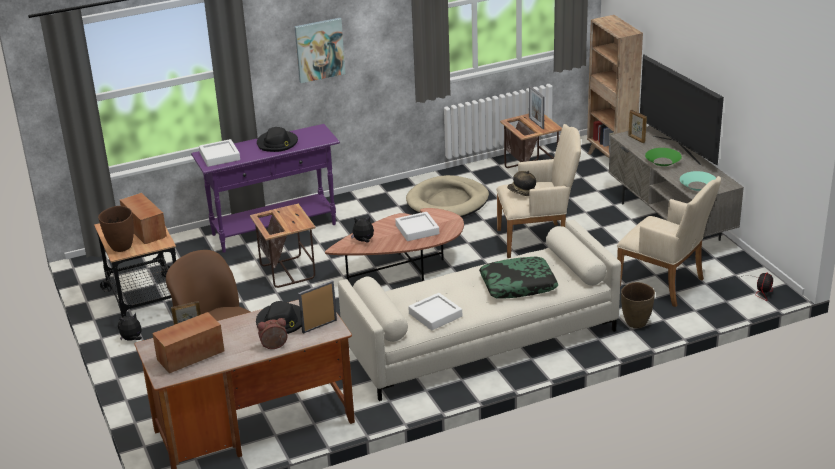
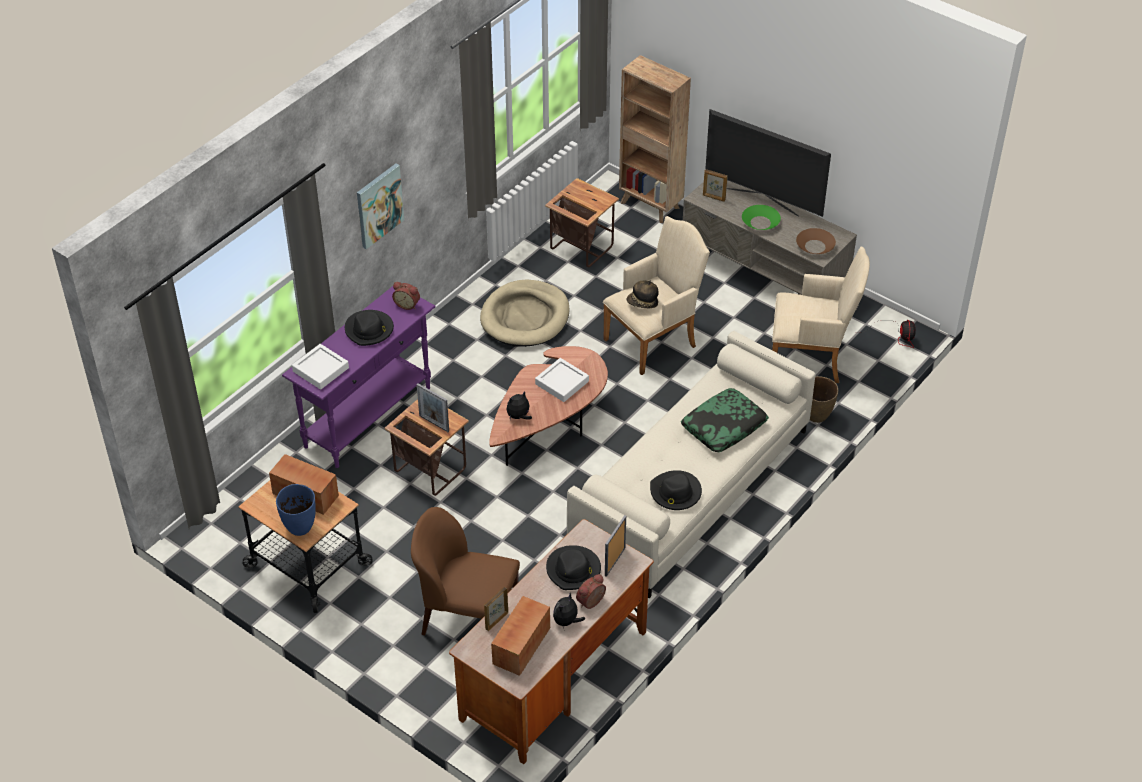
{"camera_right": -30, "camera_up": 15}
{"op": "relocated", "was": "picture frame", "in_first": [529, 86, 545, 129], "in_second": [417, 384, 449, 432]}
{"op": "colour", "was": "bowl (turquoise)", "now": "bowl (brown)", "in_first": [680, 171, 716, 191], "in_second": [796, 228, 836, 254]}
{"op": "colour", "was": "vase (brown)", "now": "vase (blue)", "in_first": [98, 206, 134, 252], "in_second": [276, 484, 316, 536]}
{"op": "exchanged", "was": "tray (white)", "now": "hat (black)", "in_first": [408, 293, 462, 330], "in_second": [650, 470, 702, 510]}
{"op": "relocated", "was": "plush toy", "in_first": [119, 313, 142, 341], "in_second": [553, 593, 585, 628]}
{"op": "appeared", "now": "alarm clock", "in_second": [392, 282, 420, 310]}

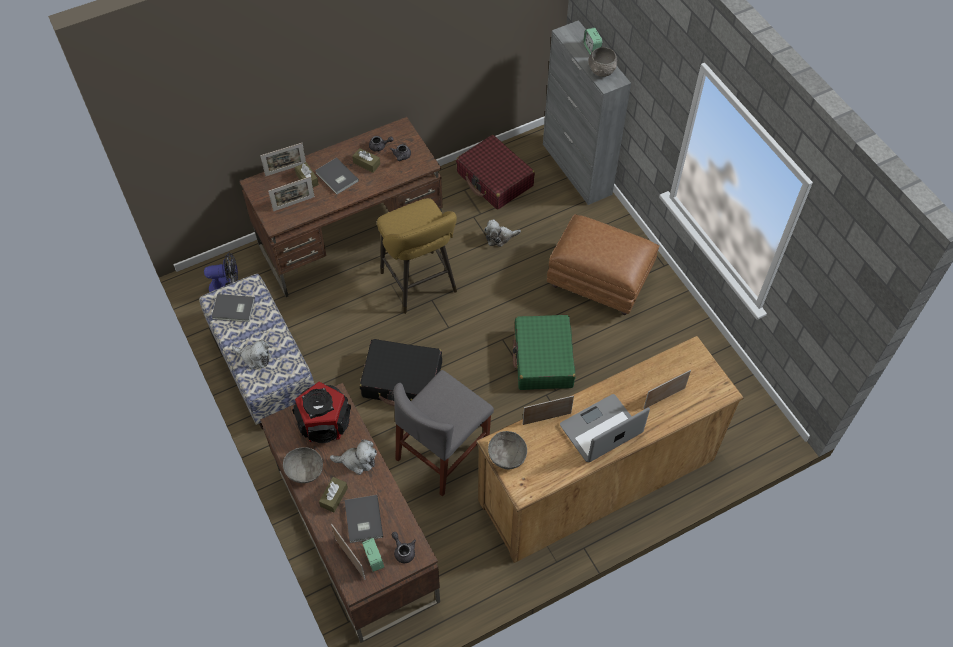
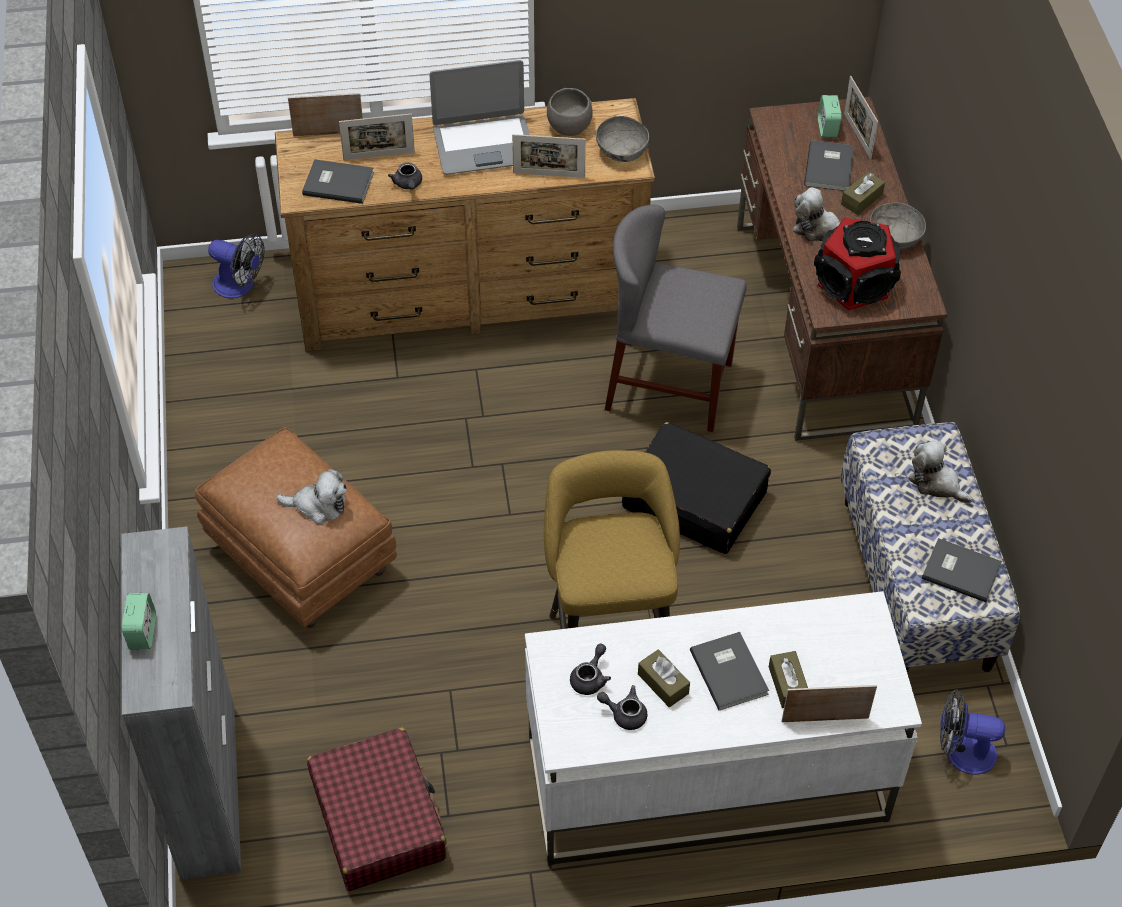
{"camera_right": -160, "camera_up": -5}
{"op": "relocated", "was": "bowl (grey)", "in_first": [588, 47, 617, 77], "in_second": [547, 88, 593, 136]}
{"op": "colour", "was": "desk (brown)", "now": "desk (white)", "in_first": [239, 117, 443, 297], "in_second": [525, 591, 922, 866]}
{"op": "relocated", "was": "picture frame", "in_first": [268, 176, 315, 211], "in_second": [288, 93, 363, 136]}
{"op": "relocated", "was": "plush toy", "in_first": [484, 220, 521, 247], "in_second": [276, 469, 347, 524]}
{"op": "missing", "was": "suitcase (green)", "in_first": [513, 315, 575, 390]}
{"op": "spun", "was": "chair (grey)", "in_first": [393, 370, 494, 496], "in_second": [605, 205, 746, 432], "clockwise": -135}
{"op": "relocated", "was": "teapot (grey)", "in_first": [392, 532, 416, 563], "in_second": [388, 163, 422, 190]}
{"op": "appeared", "now": "book (grey)", "in_second": [302, 159, 374, 204]}
{"op": "appeared", "now": "fan", "in_second": [208, 233, 265, 298]}

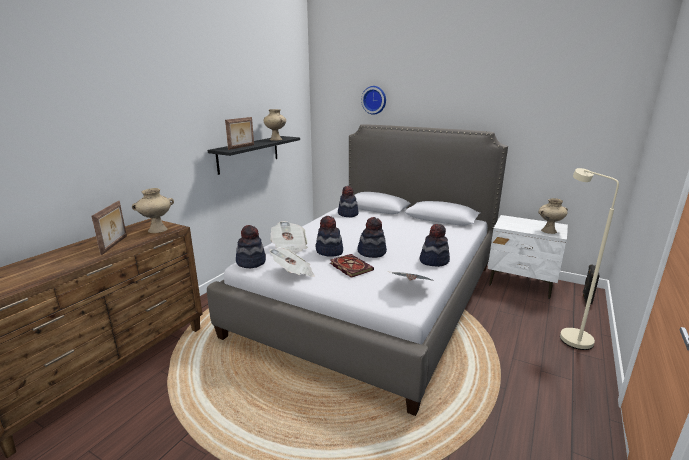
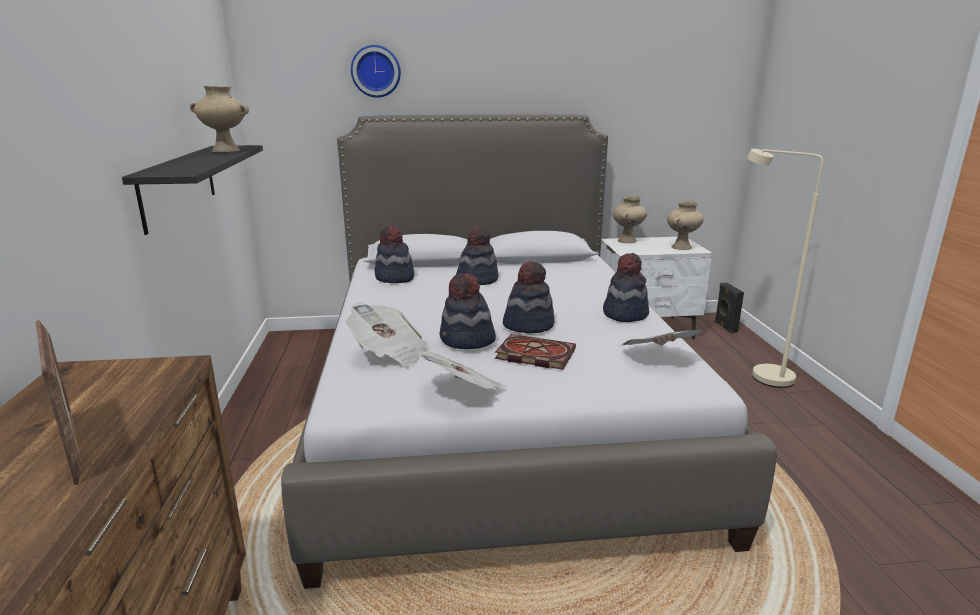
{"camera_right": -35, "camera_up": 0}
{"op": "missing", "was": "picture frame", "in_first": [225, 117, 254, 150]}
{"op": "relocated", "was": "vase (beige)", "in_first": [132, 188, 174, 233], "in_second": [613, 196, 647, 243]}
{"op": "relocated", "was": "hat", "in_first": [236, 225, 266, 268], "in_second": [456, 227, 499, 285]}

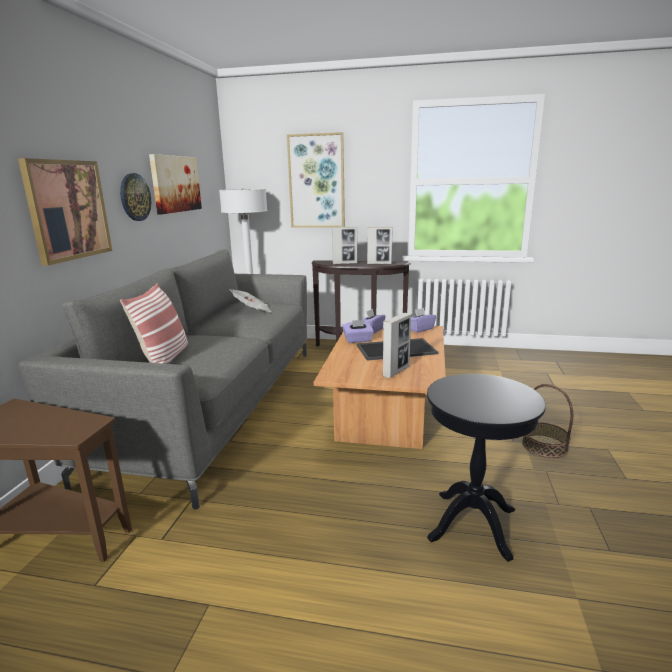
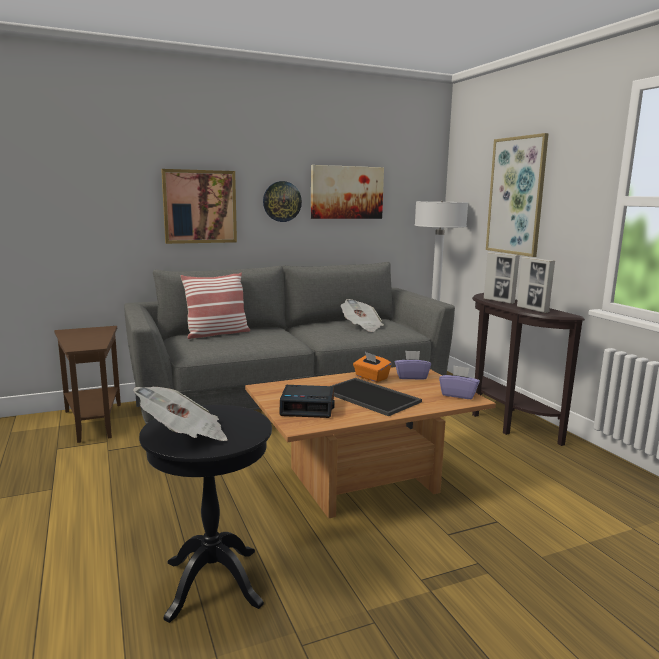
{"camera_right": 55, "camera_up": -5}
{"op": "exchanged", "was": "picture frame", "now": "alarm clock", "in_first": [382, 313, 411, 378], "in_second": [279, 385, 335, 418]}
{"op": "colour", "was": "tissue box (purple)", "now": "tissue box (orange)", "in_first": [342, 320, 374, 343], "in_second": [353, 352, 392, 382]}
{"op": "missing", "was": "basket", "in_first": [522, 384, 573, 458]}
{"op": "appeared", "now": "newspaper", "in_second": [133, 387, 228, 441]}

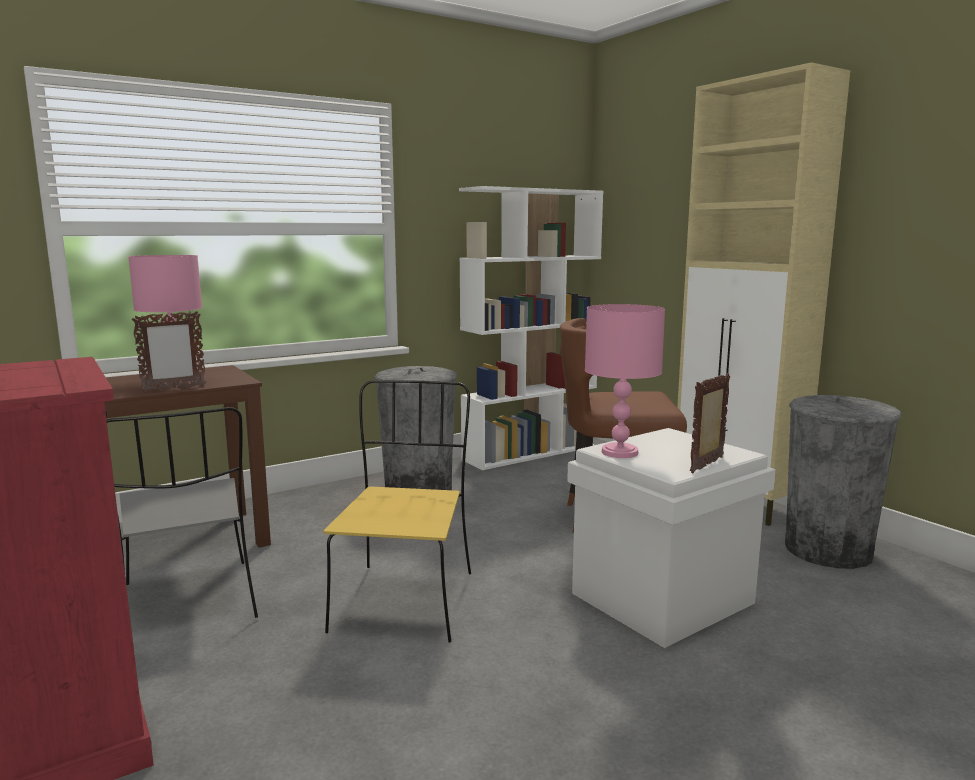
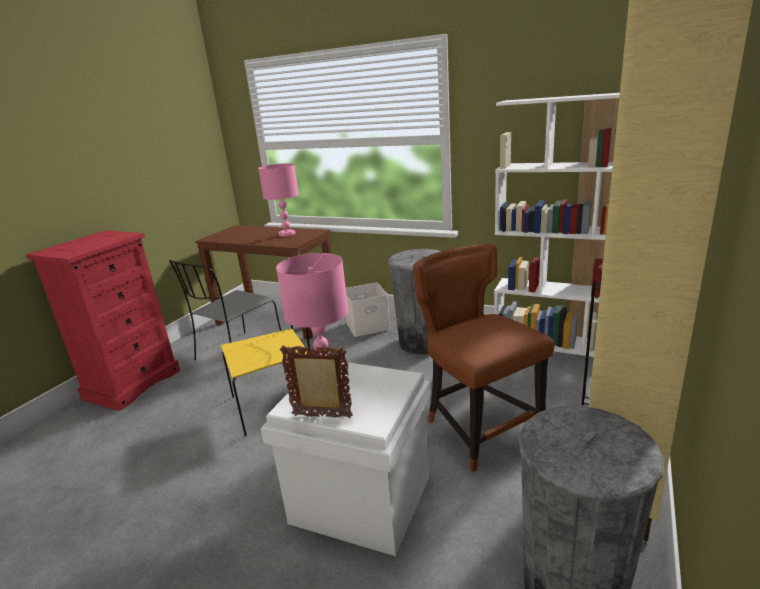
{"camera_right": 60, "camera_up": 10}
{"op": "missing", "was": "picture frame", "in_first": [132, 311, 206, 392]}
{"op": "appeared", "now": "storage box (white)", "in_second": [346, 282, 391, 337]}

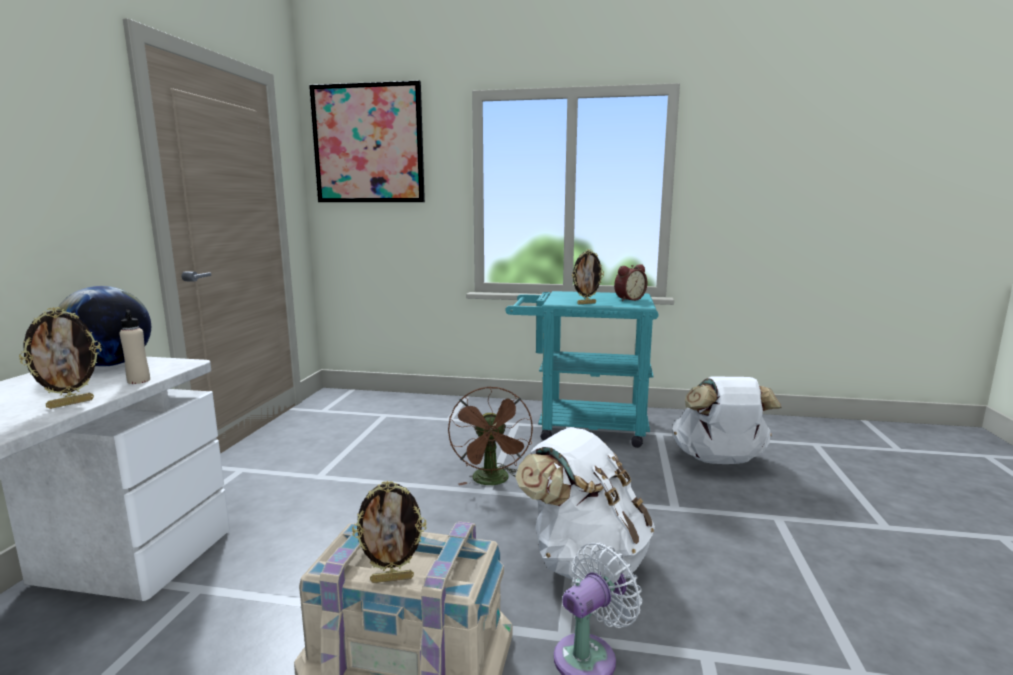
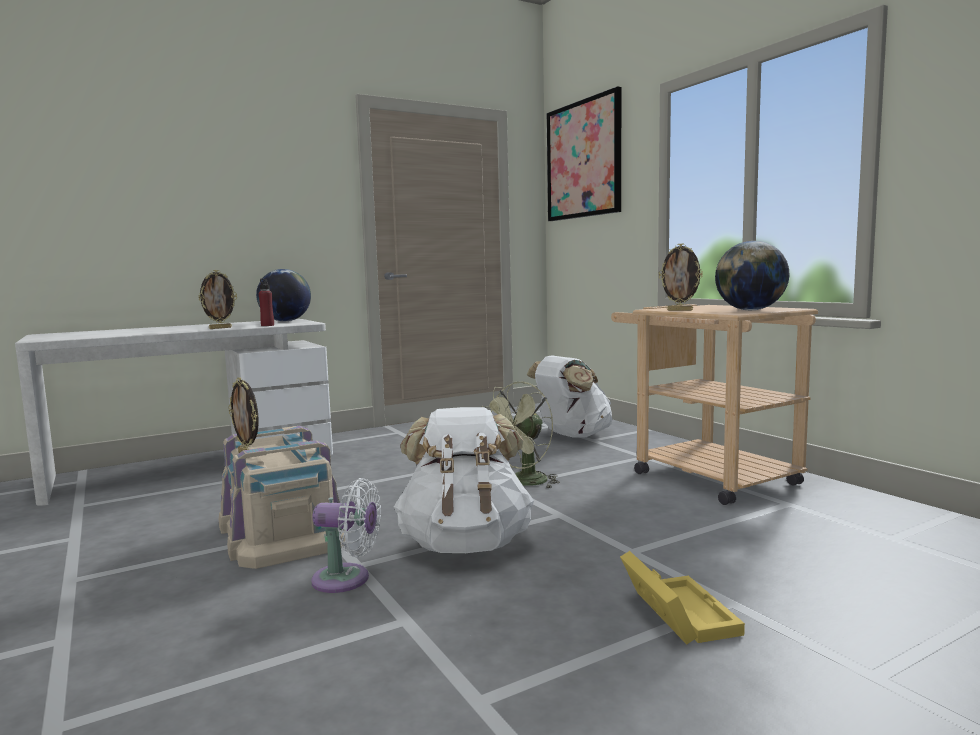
{"camera_right": 50, "camera_up": -5}
{"op": "exchanged", "was": "alarm clock", "now": "globe", "in_first": [614, 264, 647, 301], "in_second": [715, 241, 789, 310]}
{"op": "colour", "was": "cart (turquoise)", "now": "cart (beige)", "in_first": [505, 291, 658, 448], "in_second": [611, 304, 818, 505]}
{"op": "spun", "was": "picture frame", "in_first": [19, 307, 102, 409], "in_second": [198, 270, 237, 329], "clockwise": -45}
{"op": "colour", "was": "bottle (beige)", "now": "bottle (red)", "in_first": [119, 309, 150, 384], "in_second": [259, 278, 274, 326]}
{"op": "relocated", "was": "backpack (white)", "in_first": [672, 377, 782, 464], "in_second": [527, 355, 612, 437]}
{"op": "colour", "was": "fan (brown)", "now": "fan (green)", "in_first": [448, 386, 533, 485], "in_second": [482, 381, 560, 489]}
{"op": "appeared", "now": "storage box (yellow)", "in_second": [620, 551, 745, 645]}

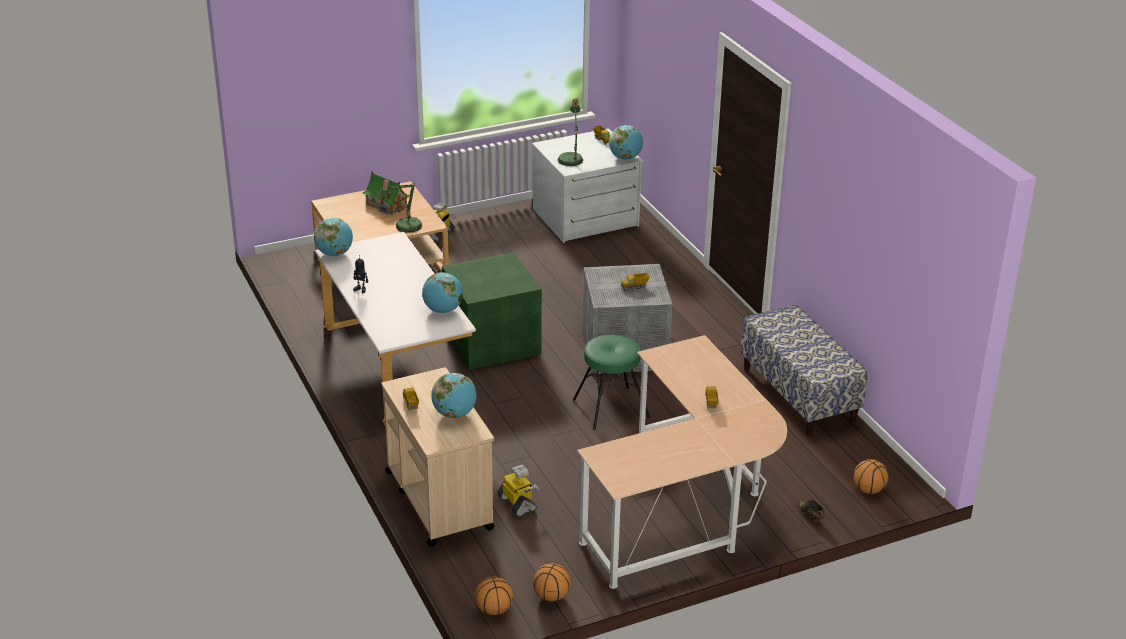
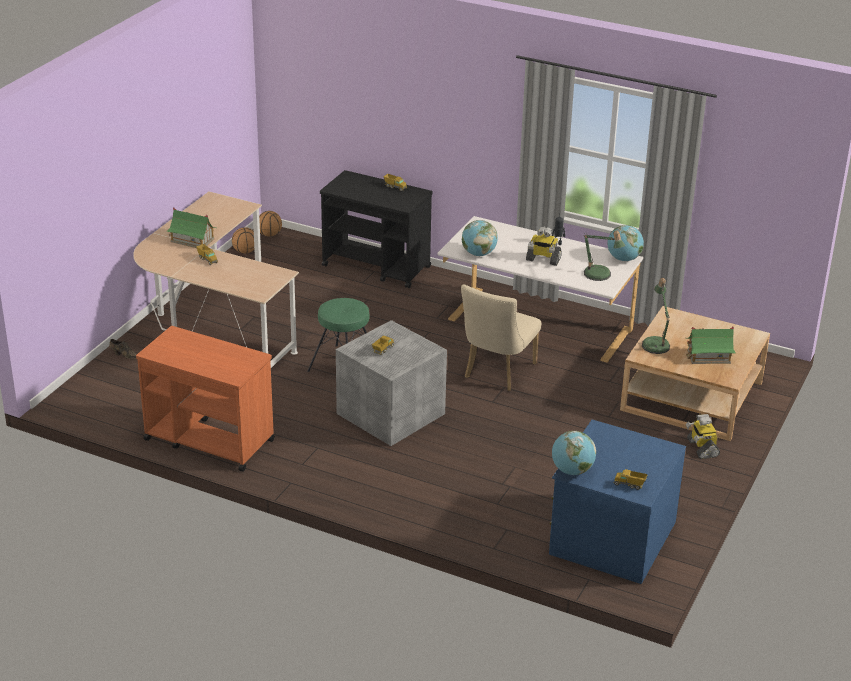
{"camera_right": 140, "camera_up": 0}
{"op": "relocated", "was": "table lamp", "in_first": [558, 98, 583, 166], "in_second": [583, 230, 625, 281]}
{"op": "colour", "was": "dresser (white)", "now": "dresser (blue)", "in_first": [532, 128, 643, 243], "in_second": [549, 419, 686, 584]}
{"op": "exchanged", "was": "storage box (green)", "now": "chair (beige)", "in_first": [442, 252, 542, 370], "in_second": [461, 284, 541, 391]}
{"op": "exchanged", "was": "bench", "now": "cart (orange)", "in_first": [740, 305, 868, 436], "in_second": [136, 326, 275, 472]}
{"op": "colour", "was": "cart (beige)", "now": "cart (black)", "in_first": [382, 367, 495, 547], "in_second": [320, 170, 433, 288]}
{"op": "missing", "was": "globe", "in_first": [431, 373, 477, 418]}
{"op": "missing", "was": "basketball", "in_first": [854, 459, 888, 494]}
{"op": "relocated", "was": "toy robot", "in_first": [497, 465, 540, 517], "in_second": [526, 227, 562, 266]}
{"op": "appeared", "now": "toy house", "in_second": [167, 208, 216, 248]}

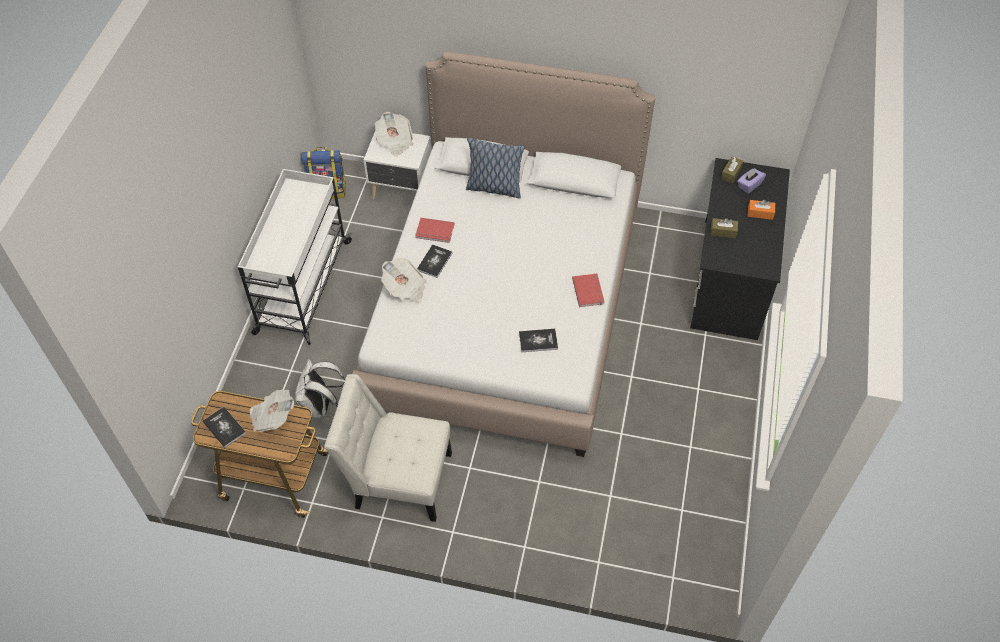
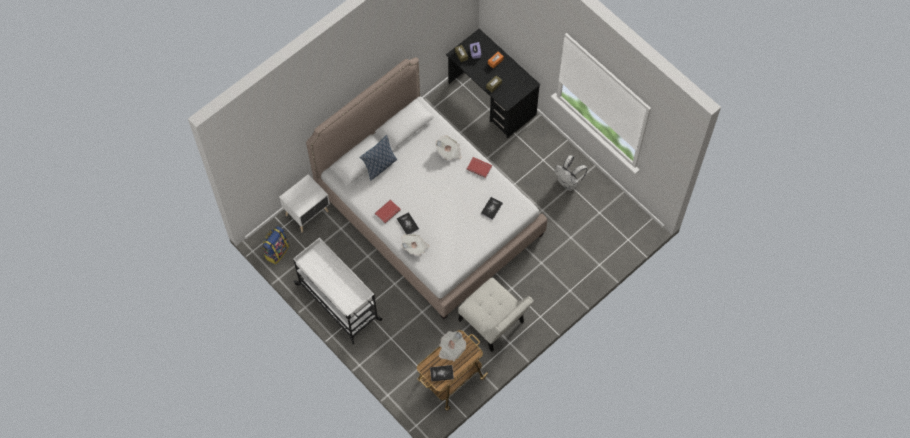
{"camera_right": -55, "camera_up": 10}
{"op": "relocated", "was": "newspaper", "in_first": [375, 112, 414, 157], "in_second": [436, 135, 462, 160]}
{"op": "relocated", "was": "backpack (white)", "in_first": [295, 359, 345, 419], "in_second": [554, 155, 587, 191]}
{"op": "spun", "was": "chair (white)", "in_first": [324, 374, 452, 522], "in_second": [458, 277, 534, 352], "clockwise": -90}

